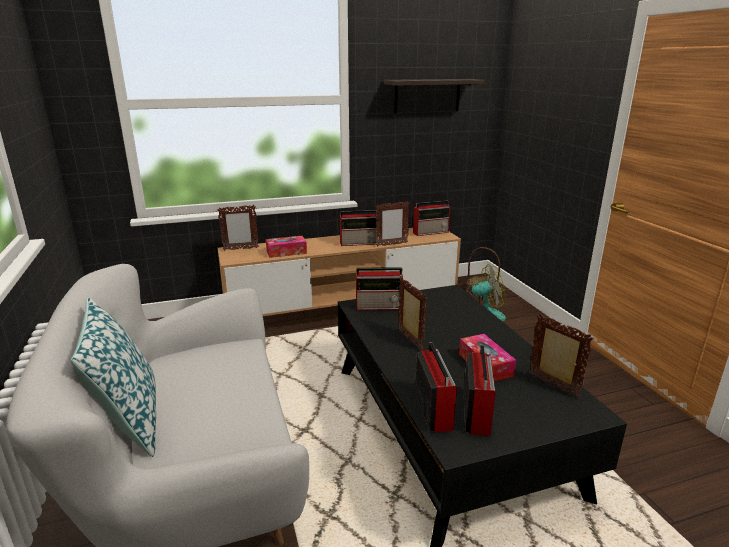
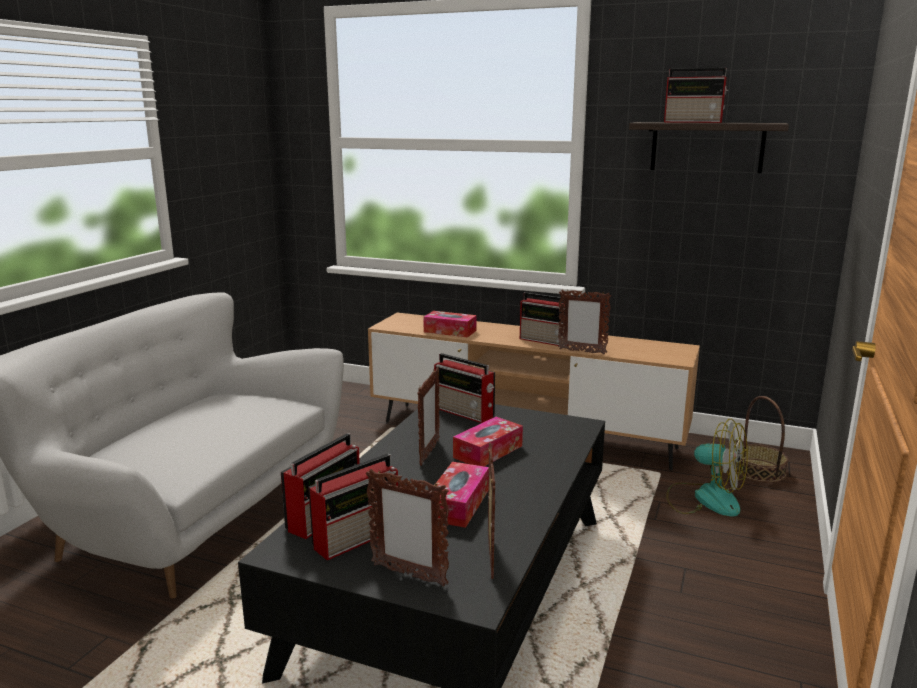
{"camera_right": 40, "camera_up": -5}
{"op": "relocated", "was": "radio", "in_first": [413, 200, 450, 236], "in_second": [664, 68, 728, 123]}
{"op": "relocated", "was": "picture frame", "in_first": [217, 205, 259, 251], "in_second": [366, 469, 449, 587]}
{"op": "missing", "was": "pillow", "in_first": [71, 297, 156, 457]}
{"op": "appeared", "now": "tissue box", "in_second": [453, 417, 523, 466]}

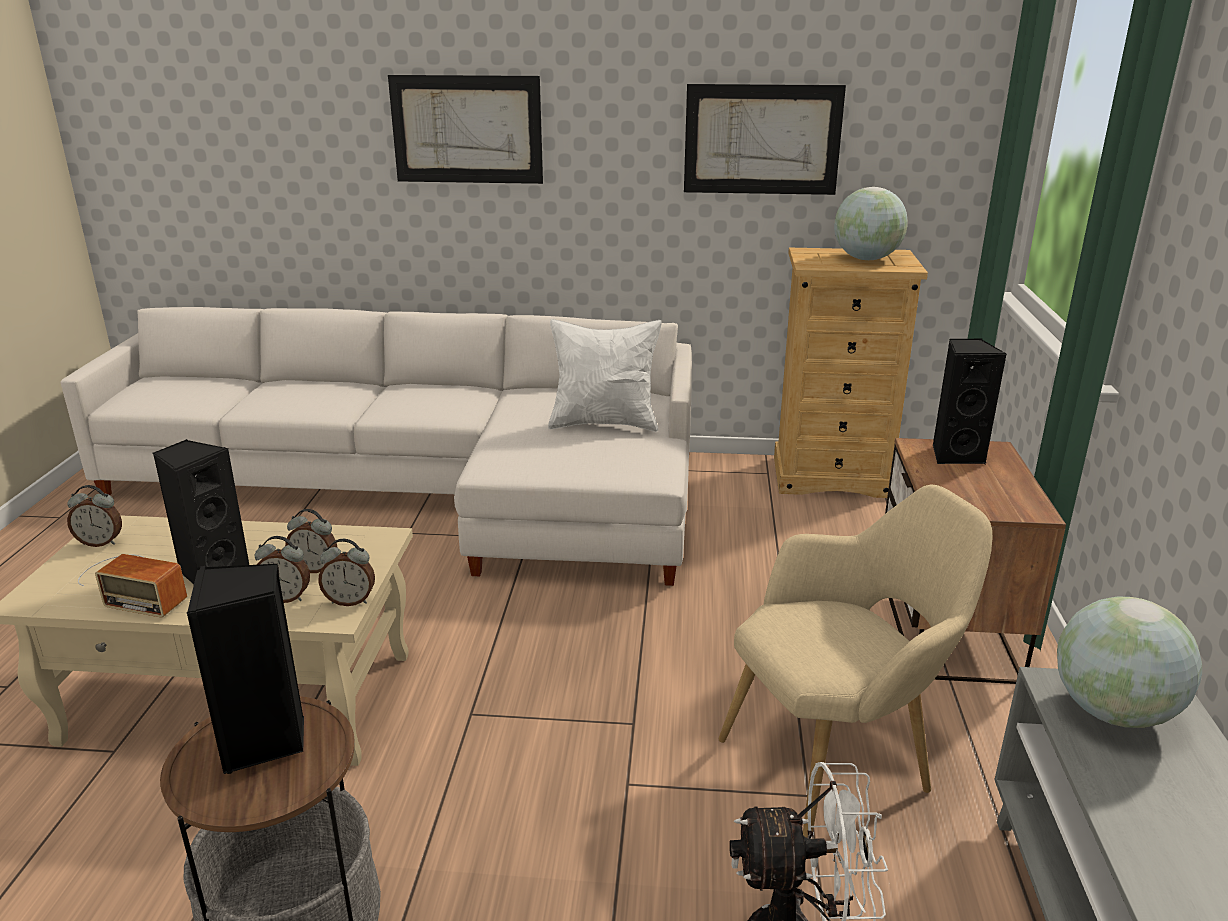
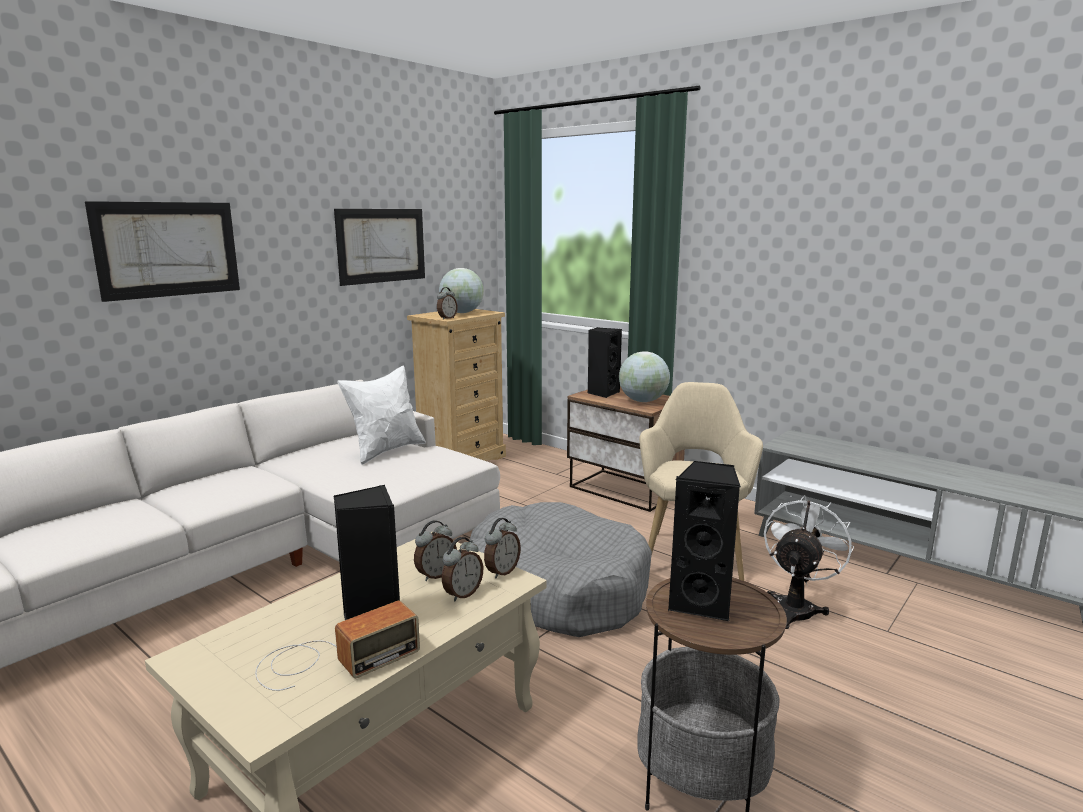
{"camera_right": -55, "camera_up": -10}
{"op": "relocated", "was": "alarm clock", "in_first": [67, 485, 122, 547], "in_second": [437, 287, 457, 320]}
{"op": "relocated", "was": "globe", "in_first": [1057, 596, 1202, 728], "in_second": [619, 351, 670, 402]}
{"op": "appeared", "now": "dog bed (grey)", "in_second": [470, 502, 652, 637]}

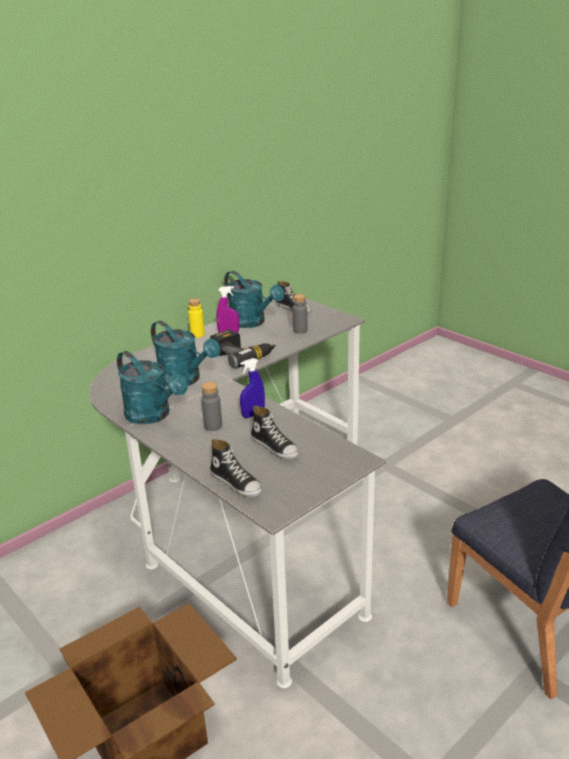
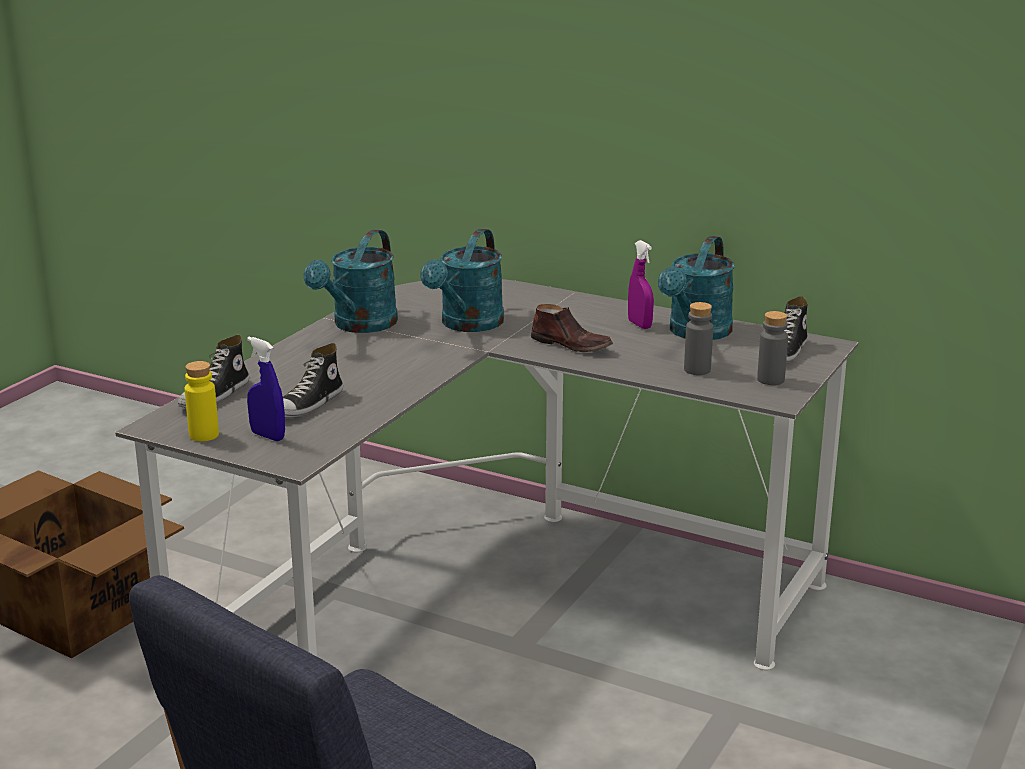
{"camera_right": 70, "camera_up": -5}
{"op": "relocated", "was": "bottle (yellow)", "in_first": [188, 298, 205, 338], "in_second": [185, 361, 219, 441]}
{"op": "exchanged", "was": "power drill", "now": "shoe (brown)", "in_first": [210, 329, 276, 368], "in_second": [531, 304, 613, 352]}
{"op": "relocated", "was": "spray bottle (blue)", "in_first": [240, 358, 265, 418], "in_second": [247, 337, 285, 441]}
{"op": "relocated", "was": "bottle (grey)", "in_first": [201, 382, 222, 431], "in_second": [757, 311, 788, 385]}

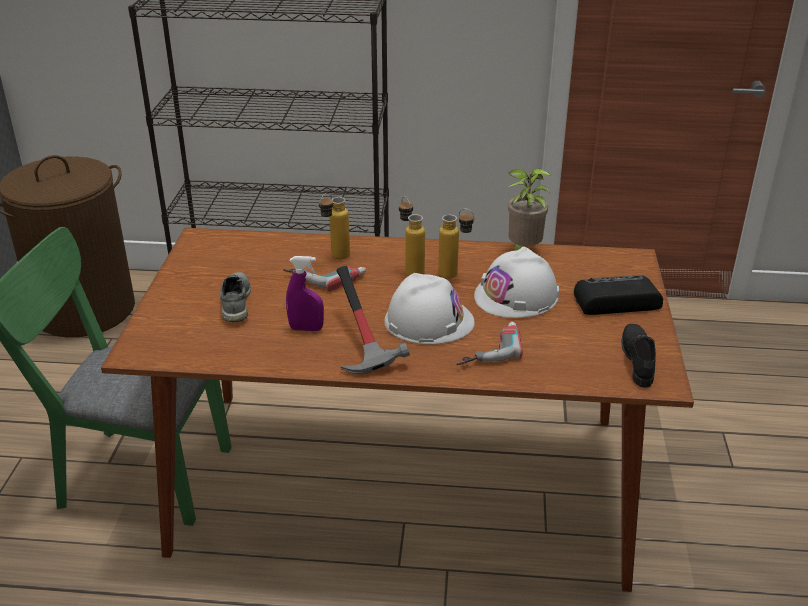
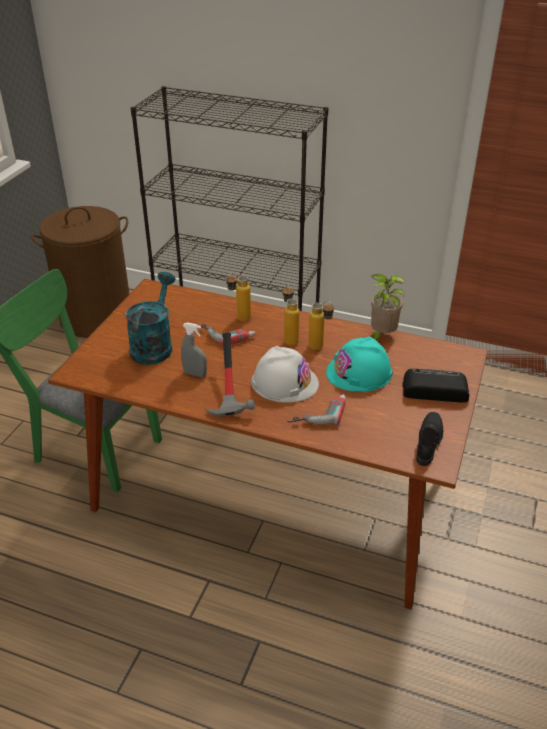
{"camera_right": 15, "camera_up": 5}
{"op": "colour", "was": "hard hat (white)", "now": "hard hat (turquoise)", "in_first": [474, 247, 559, 318], "in_second": [326, 336, 393, 392]}
{"op": "colour", "was": "spray bottle (purple)", "now": "spray bottle (grey)", "in_first": [286, 256, 324, 331], "in_second": [181, 322, 207, 377]}
{"op": "exchanged", "was": "shoe (grey)", "now": "watering can (turquoise)", "in_first": [220, 272, 251, 322], "in_second": [126, 272, 176, 365]}

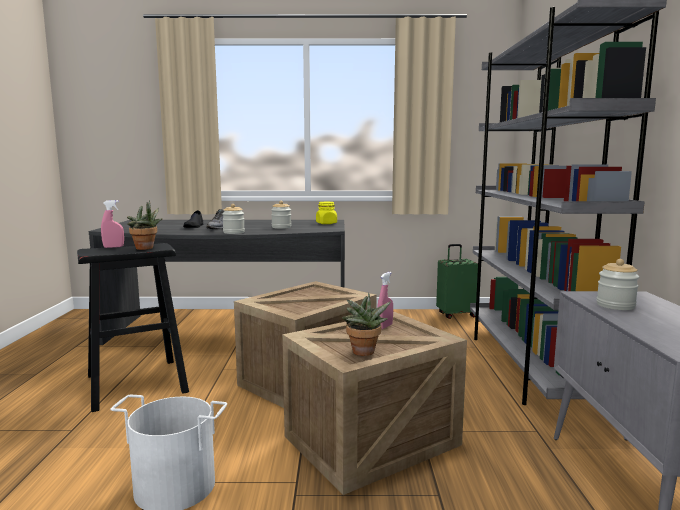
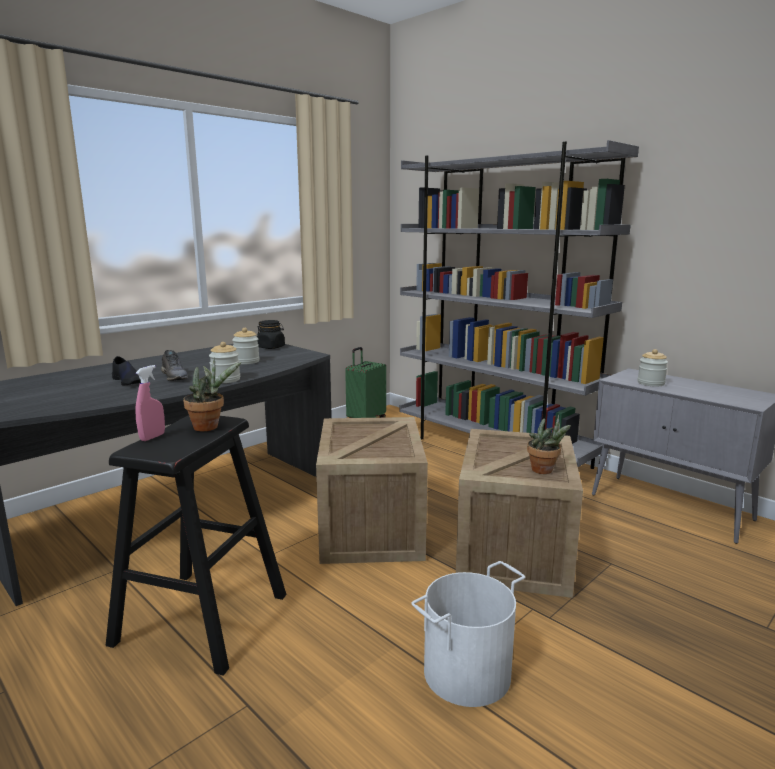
{"camera_right": -45, "camera_up": 5}
{"op": "colour", "was": "jar (yellow)", "now": "jar (black)", "in_first": [316, 202, 337, 224], "in_second": [257, 320, 285, 349]}
{"op": "missing", "was": "spray bottle (pink)", "in_first": [377, 272, 393, 329]}

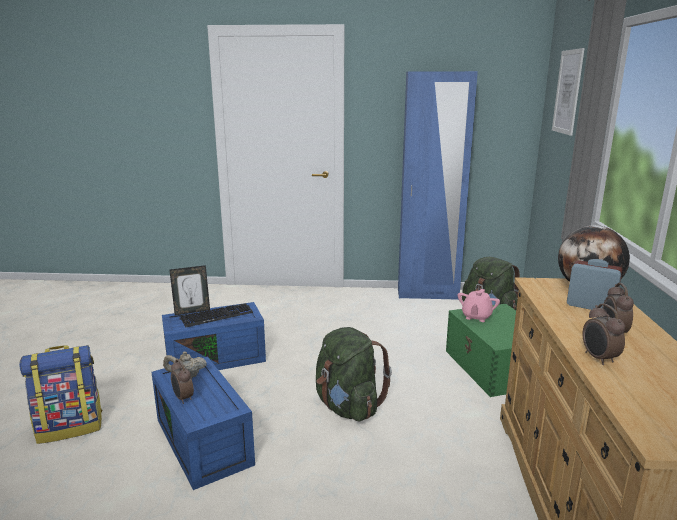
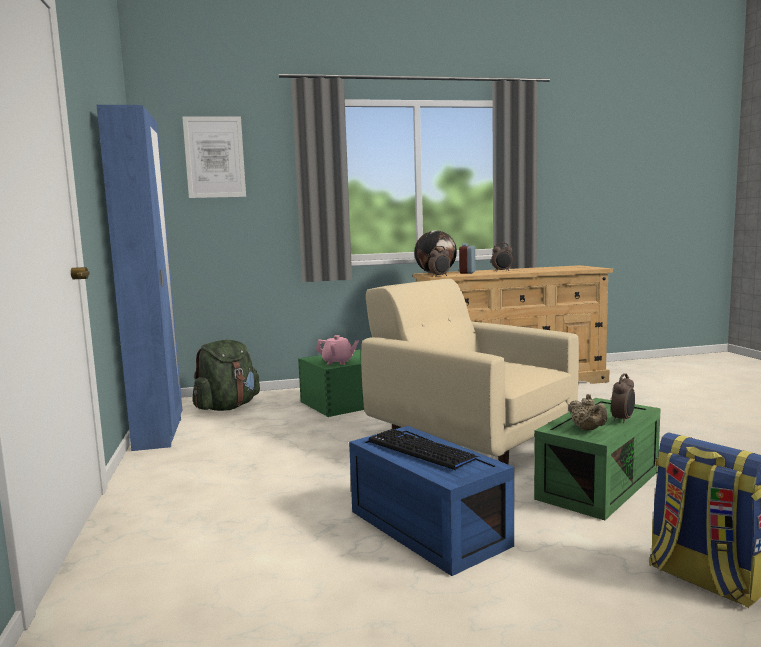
{"camera_right": -105, "camera_up": -10}
{"op": "missing", "was": "picture frame", "in_first": [170, 265, 210, 315]}
{"op": "relocated", "was": "alarm clock", "in_first": [583, 304, 625, 365], "in_second": [428, 246, 450, 277]}
{"op": "exchanged", "was": "backpack (green)", "now": "armchair (beige)", "in_first": [316, 327, 392, 422], "in_second": [361, 279, 579, 465]}
{"op": "colour", "was": "storage box (blue)", "now": "storage box (green)", "in_first": [151, 356, 255, 490], "in_second": [534, 398, 661, 520]}

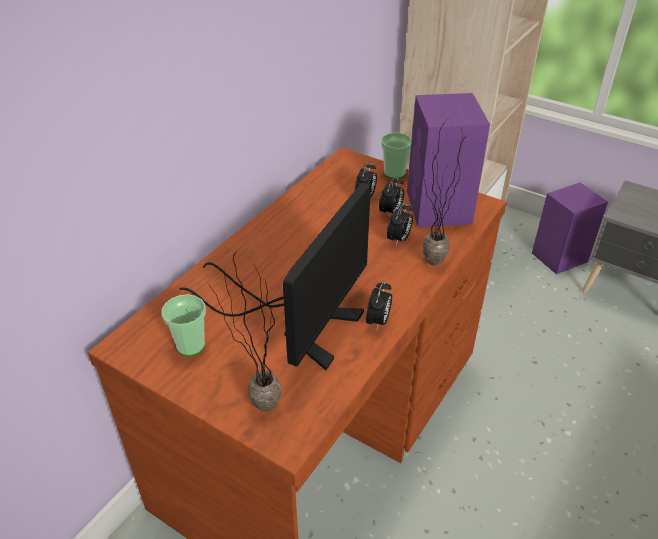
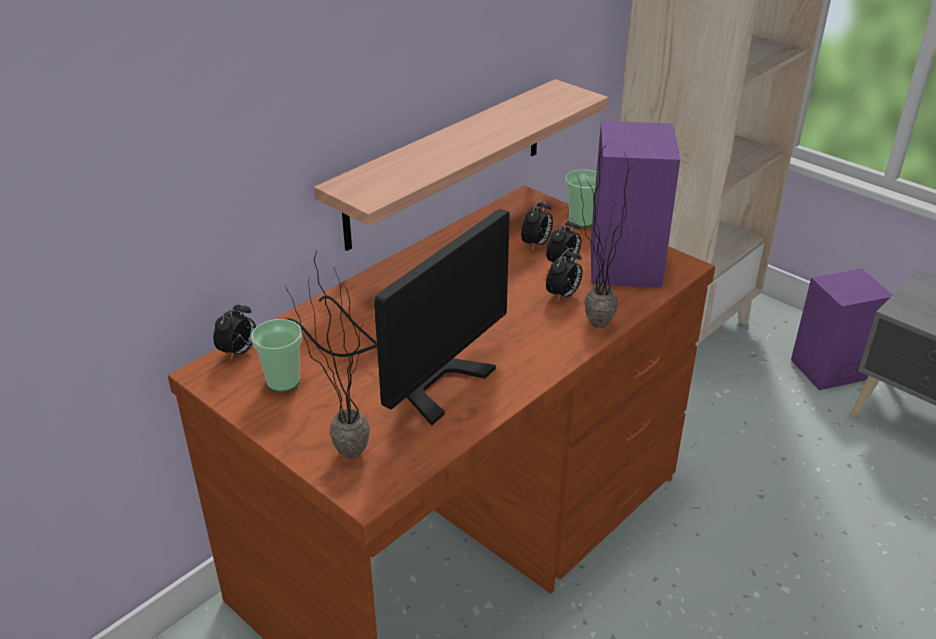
{"camera_right": 10, "camera_up": -5}
{"op": "relocated", "was": "alarm clock", "in_first": [366, 281, 392, 331], "in_second": [213, 301, 256, 360]}
{"op": "appeared", "now": "shelf", "in_second": [314, 79, 608, 251]}

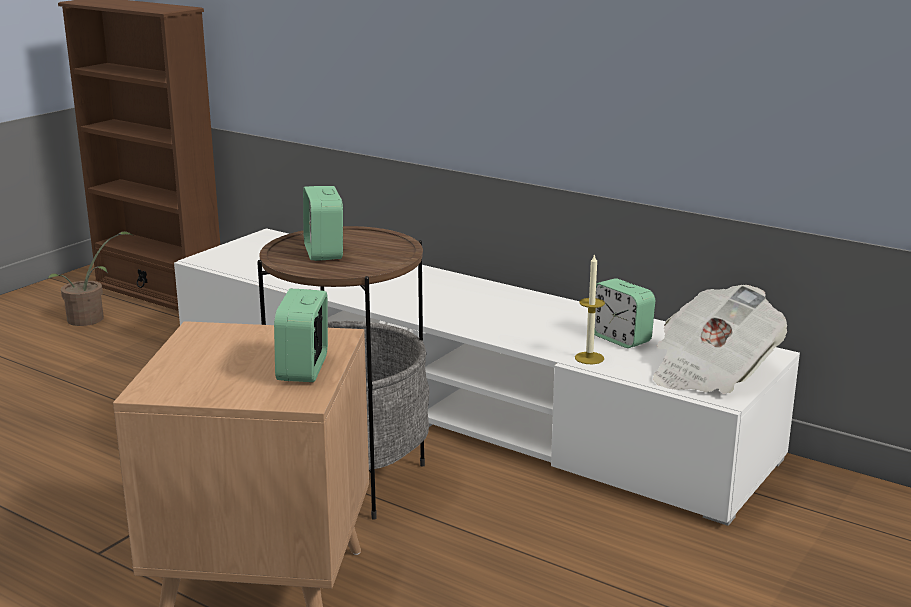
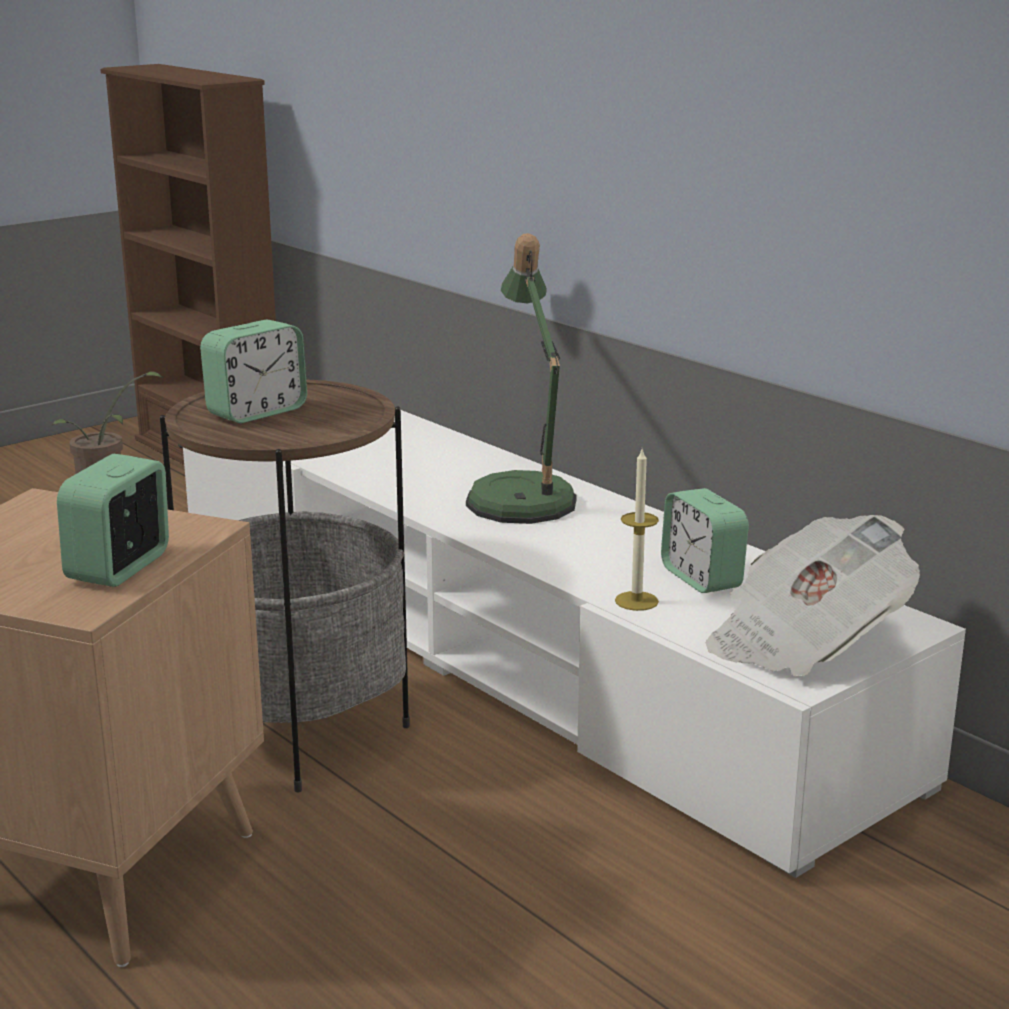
{"camera_right": 15, "camera_up": 0}
{"op": "spun", "was": "alarm clock", "in_first": [303, 186, 343, 261], "in_second": [200, 320, 307, 423], "clockwise": -135}
{"op": "appeared", "now": "table lamp", "in_second": [466, 233, 577, 524]}

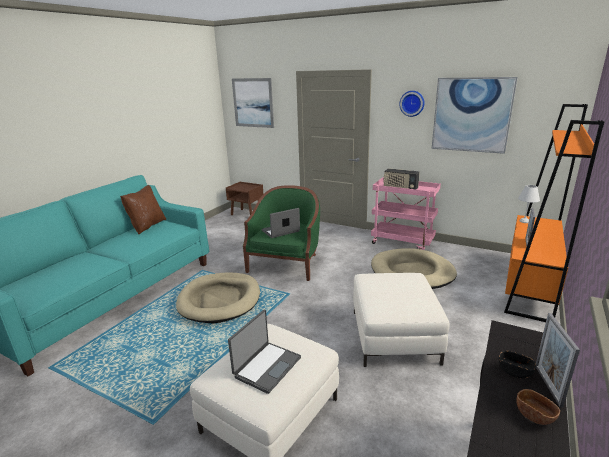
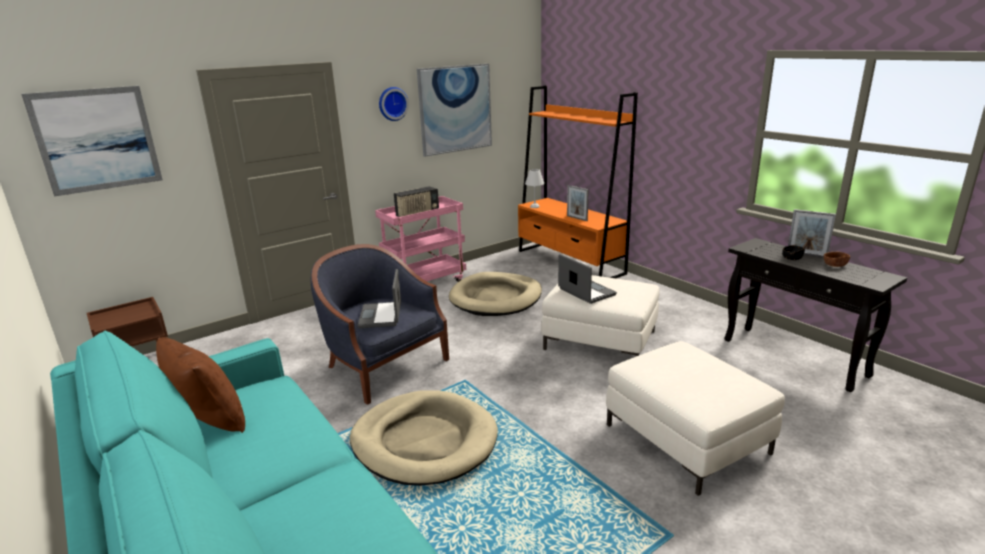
{"camera_right": -65, "camera_up": 0}
{"op": "colour", "was": "armchair (green)", "now": "armchair (blue)", "in_first": [243, 185, 320, 281], "in_second": [311, 244, 449, 405]}
{"op": "relocated", "was": "laptop", "in_first": [228, 309, 301, 394], "in_second": [558, 254, 617, 304]}

